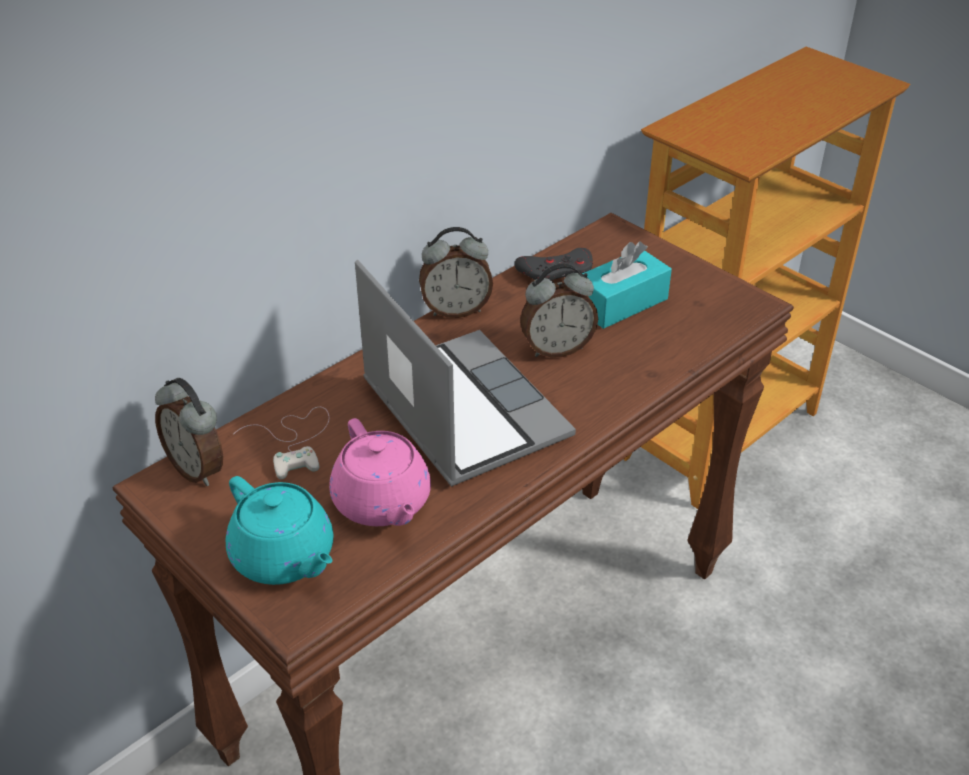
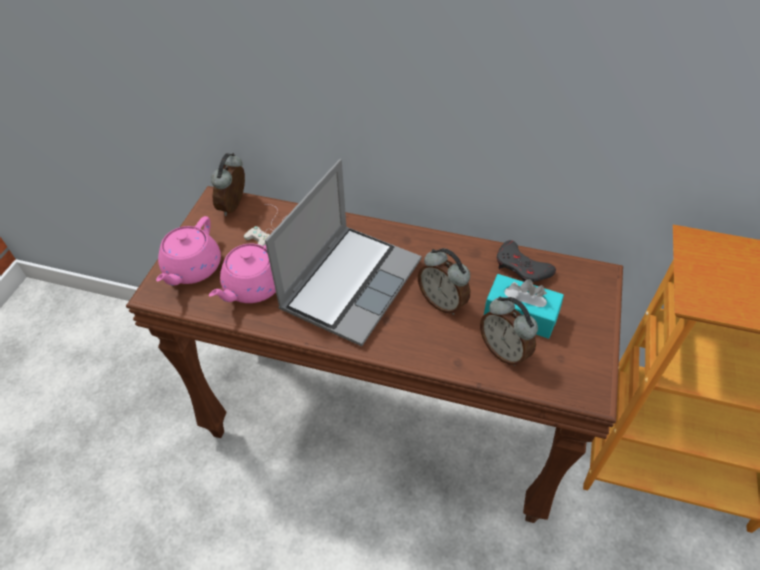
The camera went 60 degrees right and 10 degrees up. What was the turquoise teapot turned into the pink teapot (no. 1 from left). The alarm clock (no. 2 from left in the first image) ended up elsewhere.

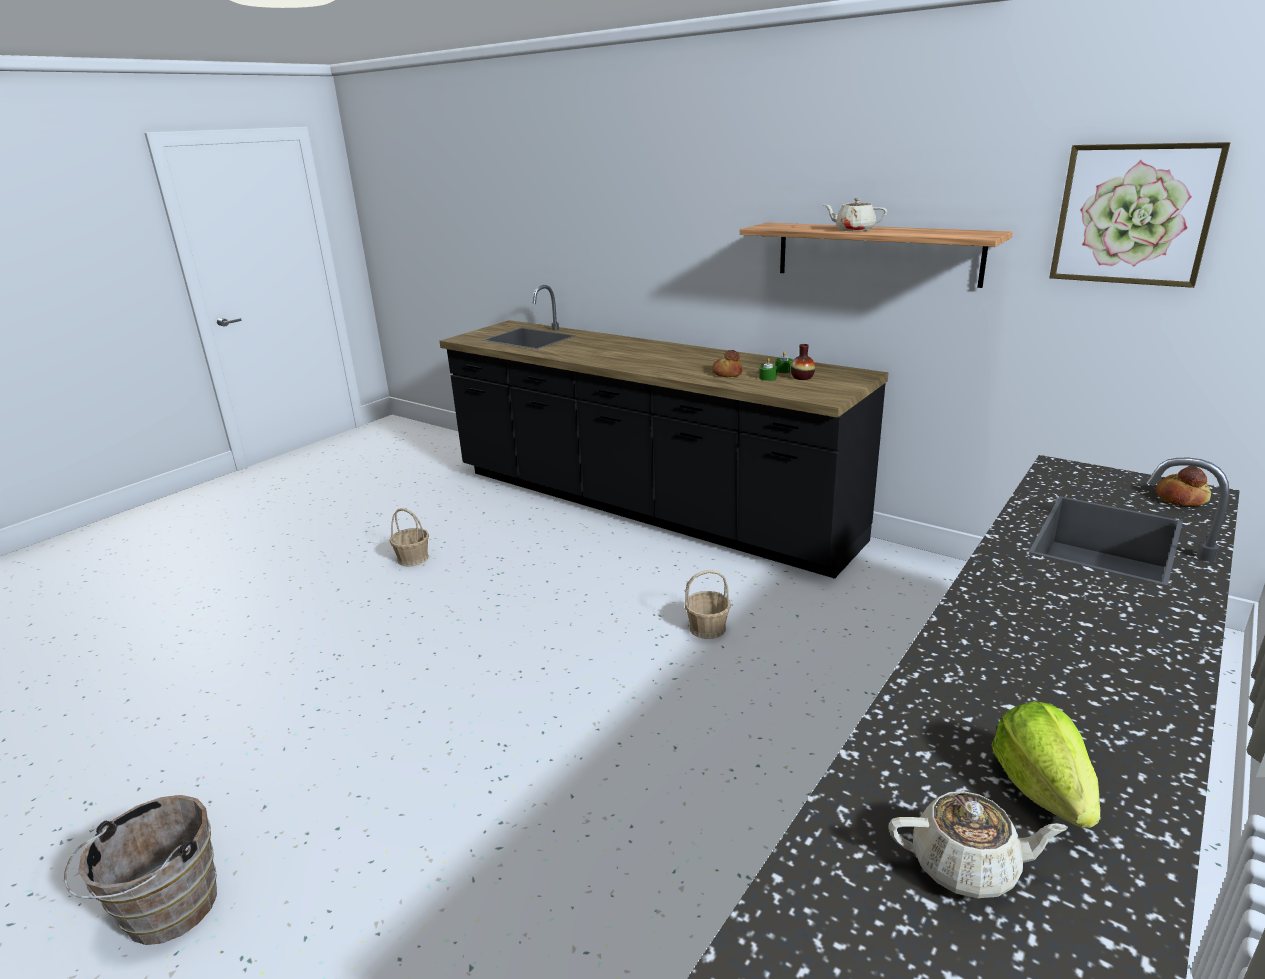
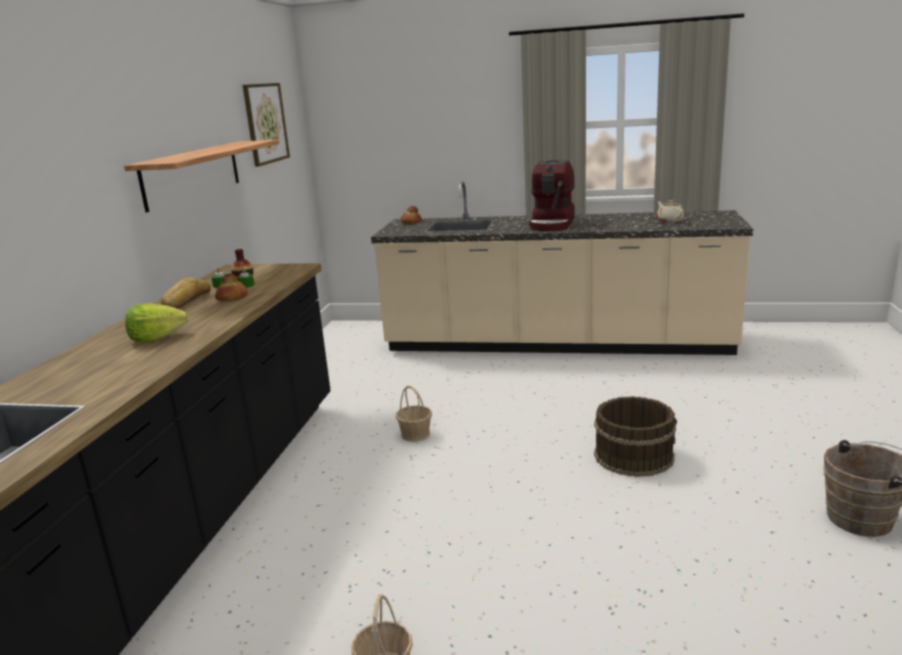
The camera went 115 degrees left and 5 degrees down. The lettuce ended up elsewhere. The second view gained the bread (no. 1 from left). The second view gained the coffee machine. The second view gained the brown bucket (no. 1 from left). The second view lost the beige teapot (no. 1 from left).

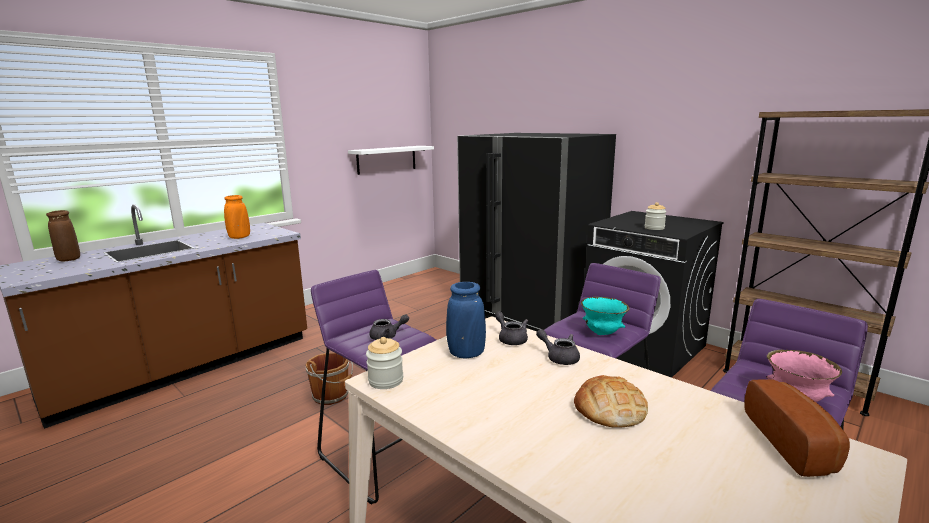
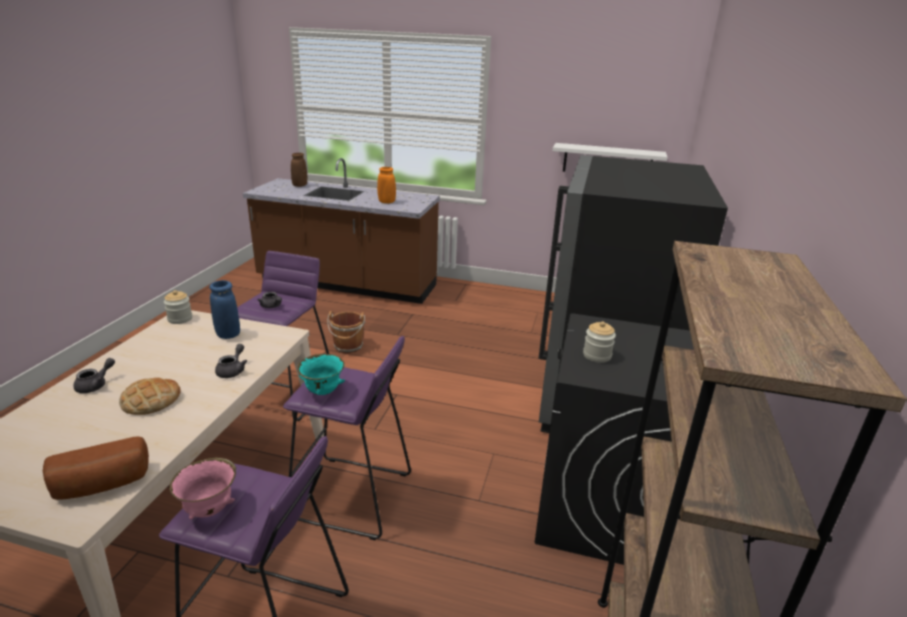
The camera went 60 degrees right and 10 degrees up. The grey teapot (no. 2 from left in the first image) ended up elsewhere.

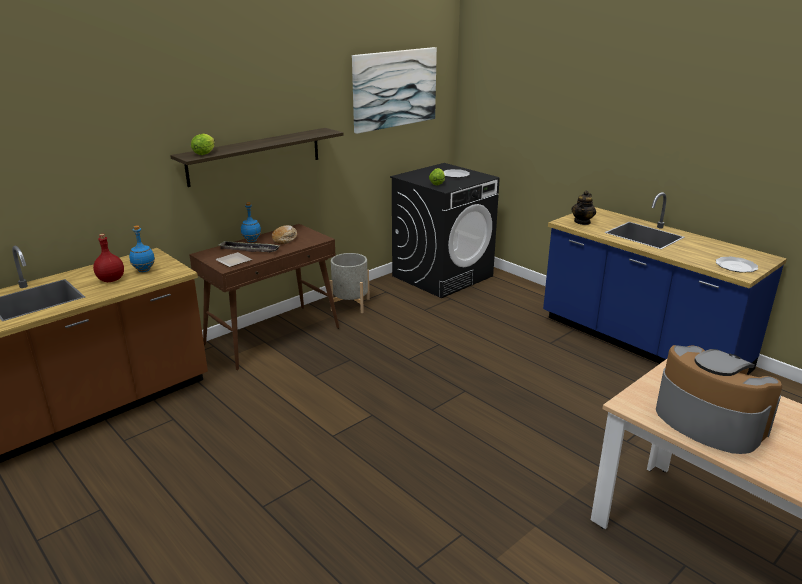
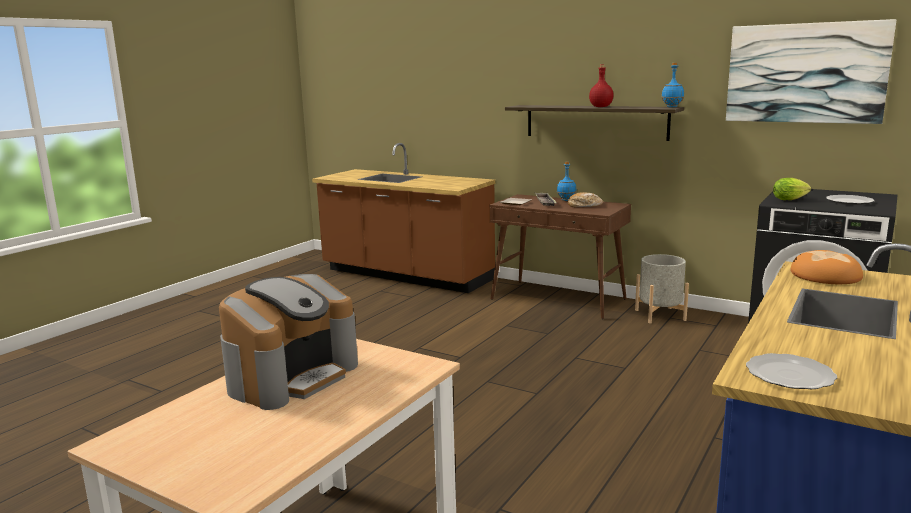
The camera went 75 degrees right and 10 degrees down. The red bottle ended up elsewhere. The blue bottle (no. 1 from left in the first image) ended up elsewhere. Where the teapot stood, the bread (no. 2 from left) came to stand. The second view lost the lettuce (no. 1 from left).

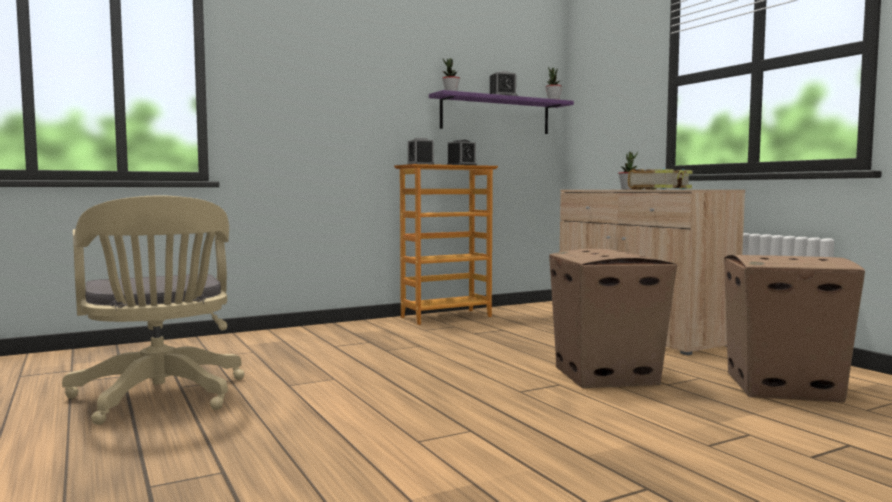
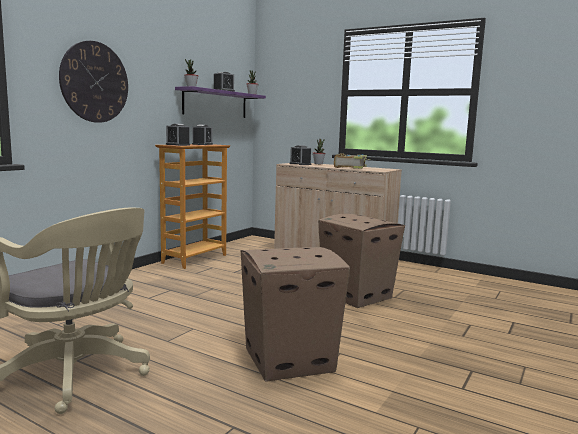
The camera went 30 degrees left and 5 degrees up. The second view gained the wall clock. The cardboard box (no. 2 from left in the first image) ended up elsewhere. The second view gained the alarm clock (no. 4 from left).

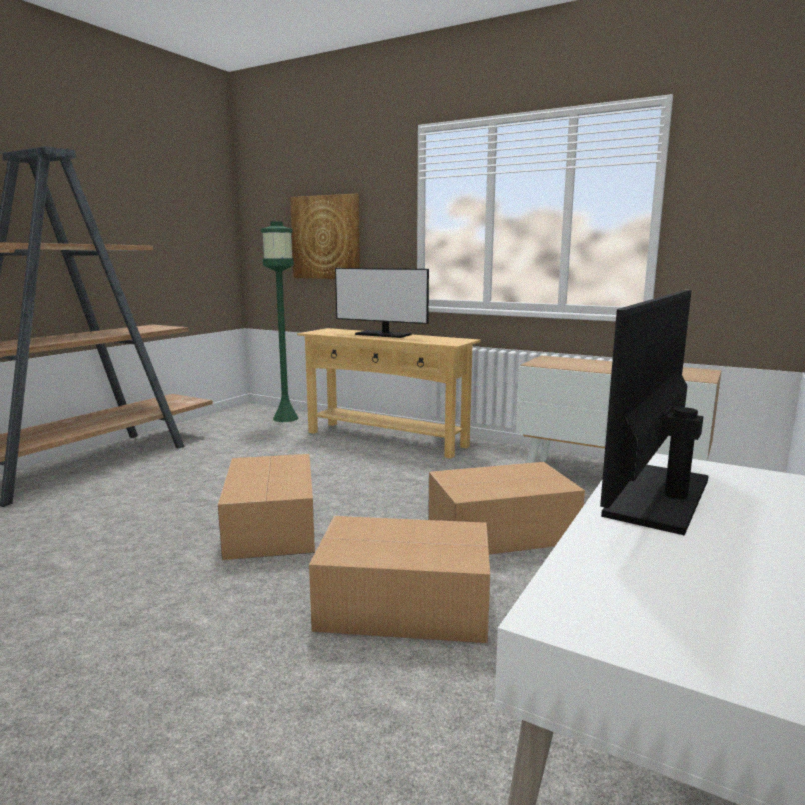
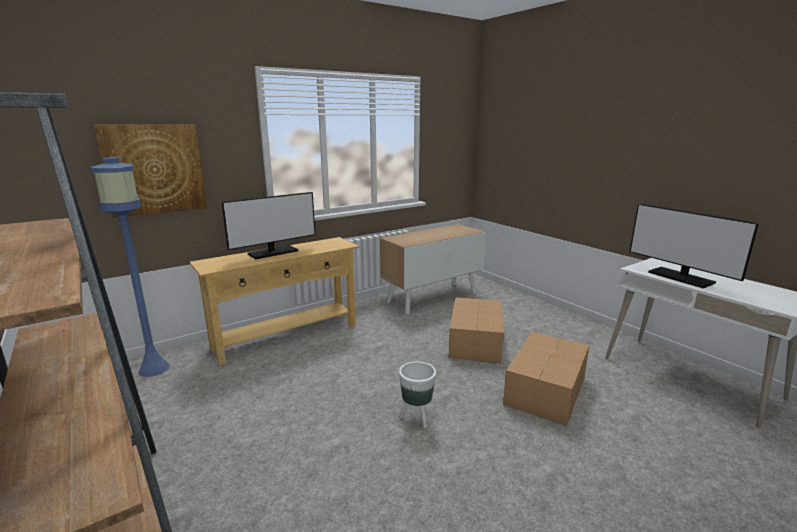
The camera went 65 degrees left and 5 degrees up. What was the green floor lamp turned into the blue floor lamp. Where the cardboard box (no. 1 from left) stood, the white planter came to stand.

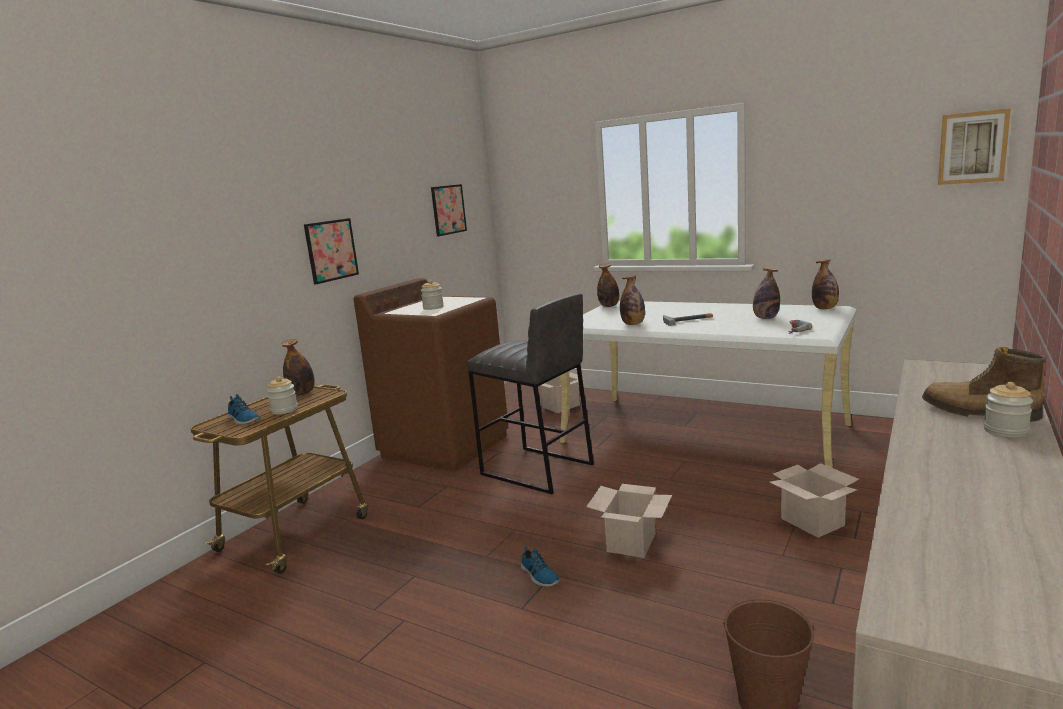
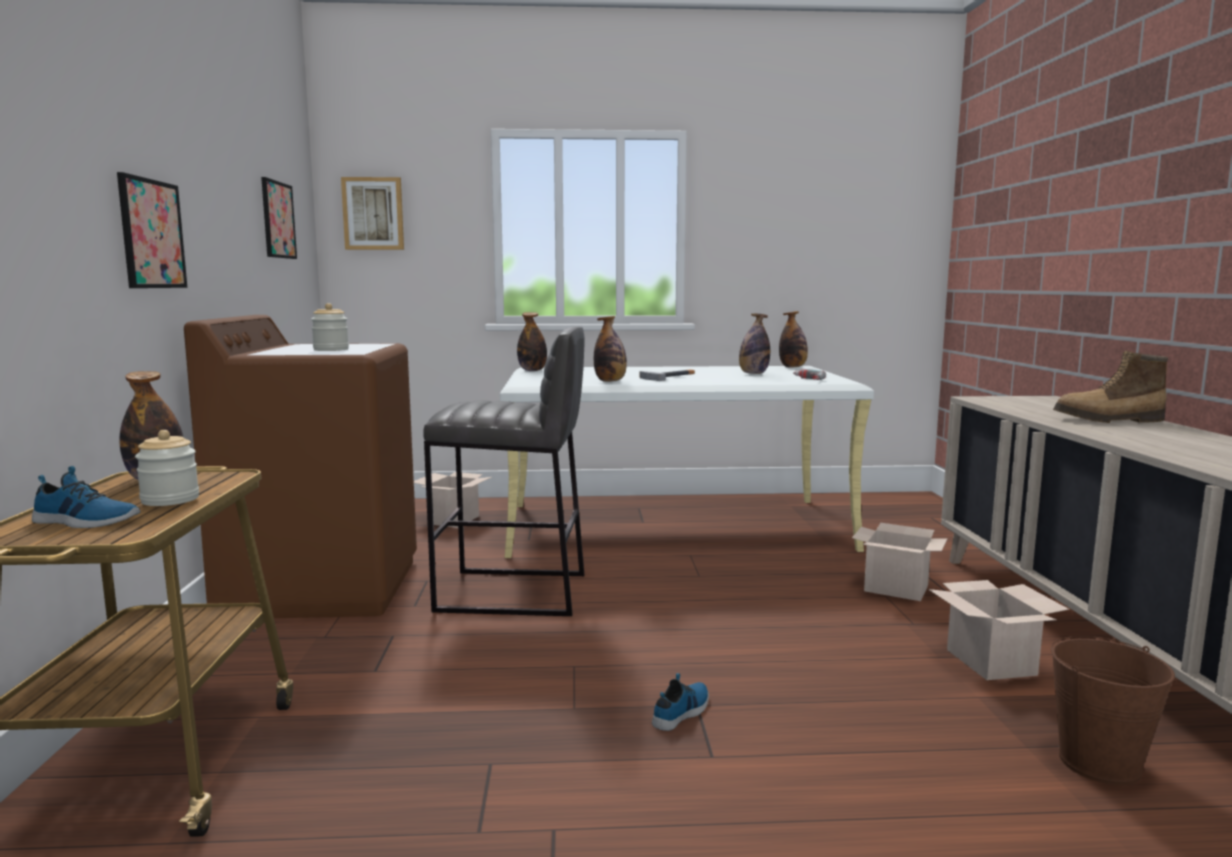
The camera went 35 degrees left and 5 degrees down. The picture (no. 3 from left) ended up elsewhere. The shoe (no. 2 from left) ended up facing another way, 75 degrees counterclockwise from before. The cardboard box (no. 2 from left in the first image) ended up elsewhere. The second view lost the jar (no. 3 from left).

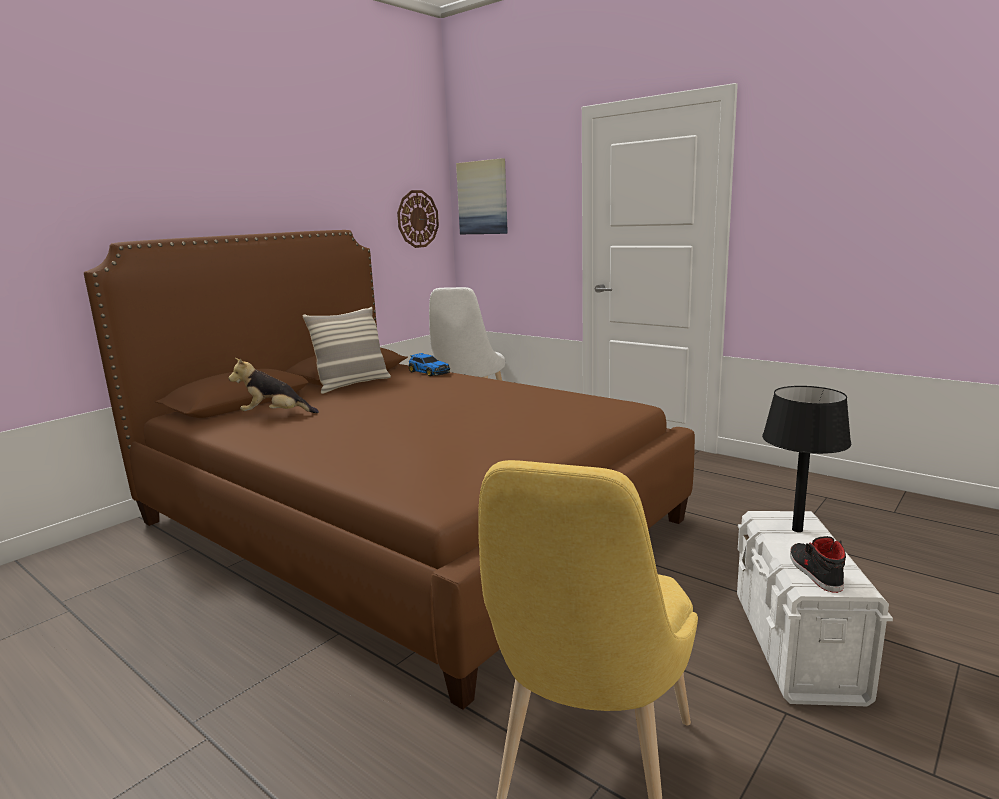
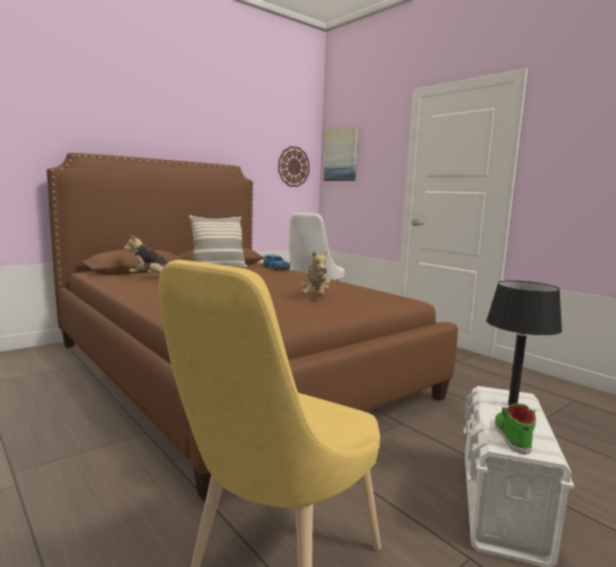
The camera went 10 degrees right and 5 degrees down. The second view gained the plush toy (no. 2 from left). What was the black shoe turned into the green shoe.

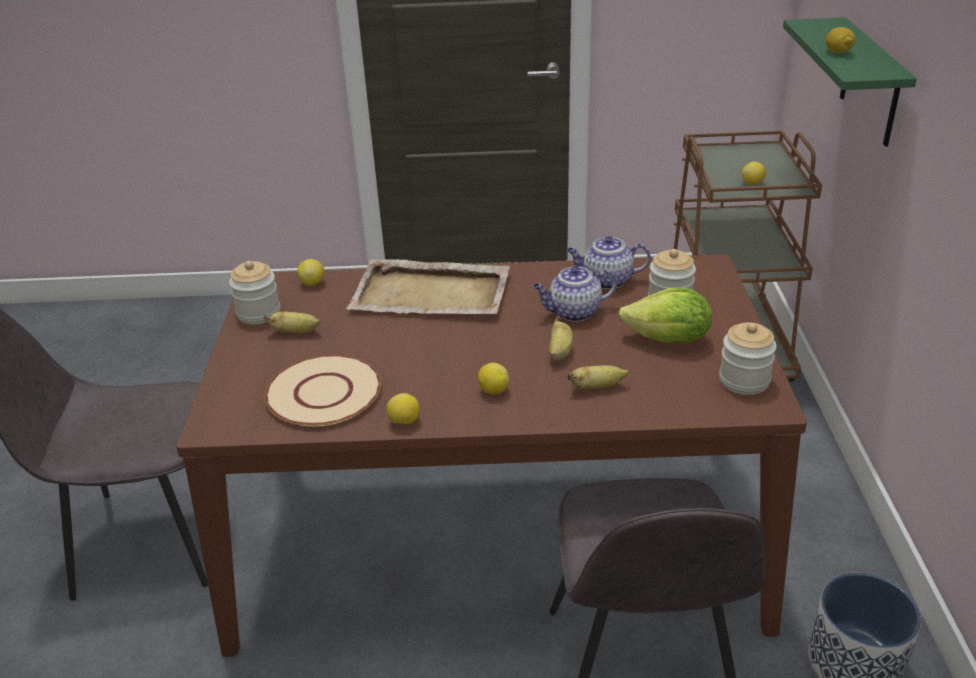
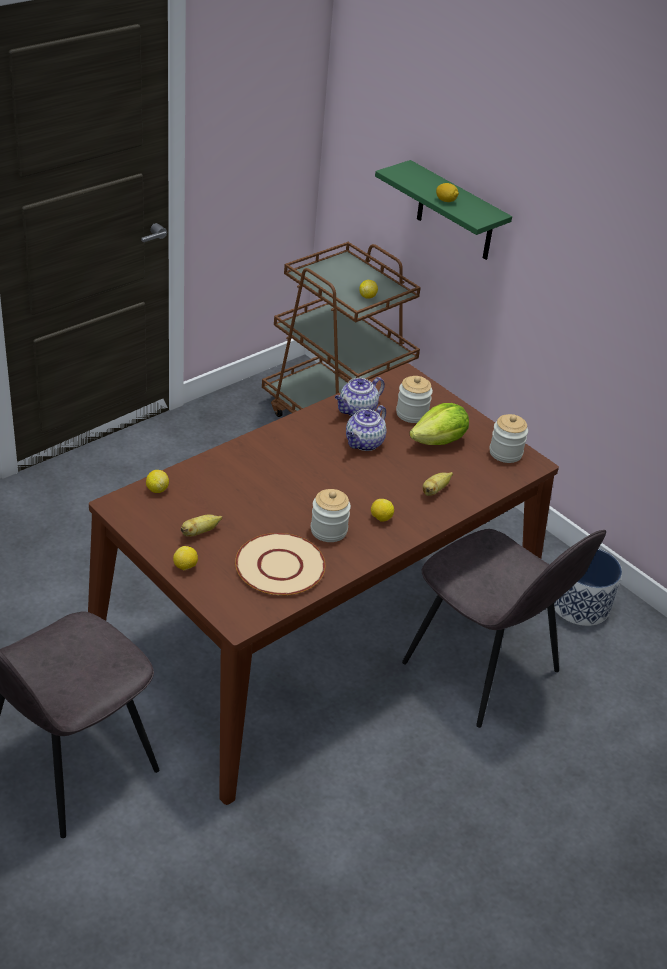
The camera went 45 degrees left and 5 degrees up. The lemon (no. 2 from left) ended up elsewhere. The jar (no. 1 from left) ended up elsewhere. The second view lost the beige tray. The second view lost the banana (no. 2 from left).

